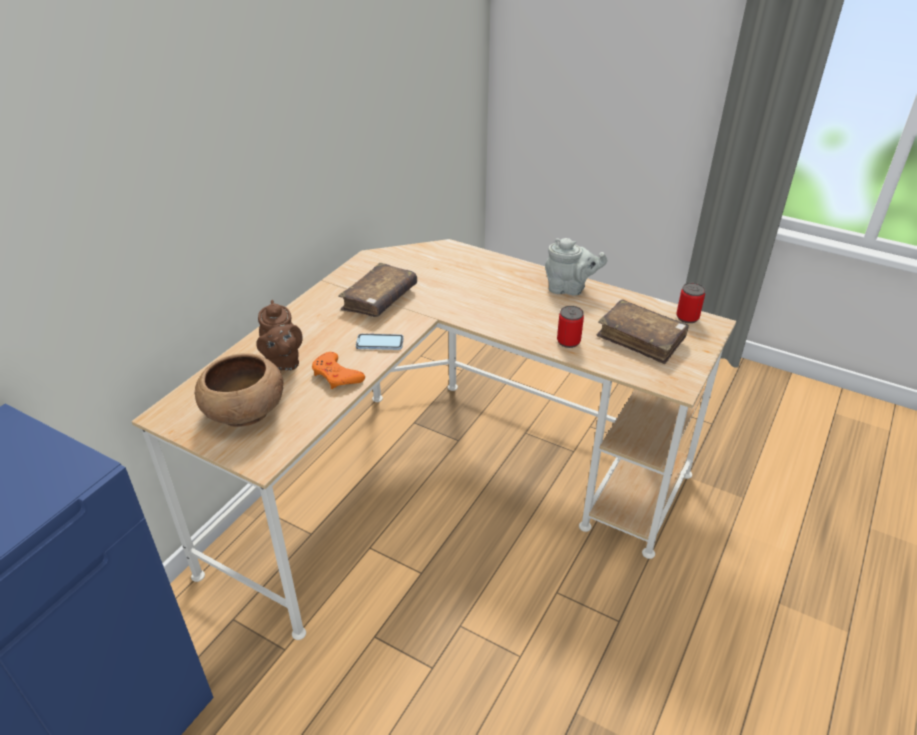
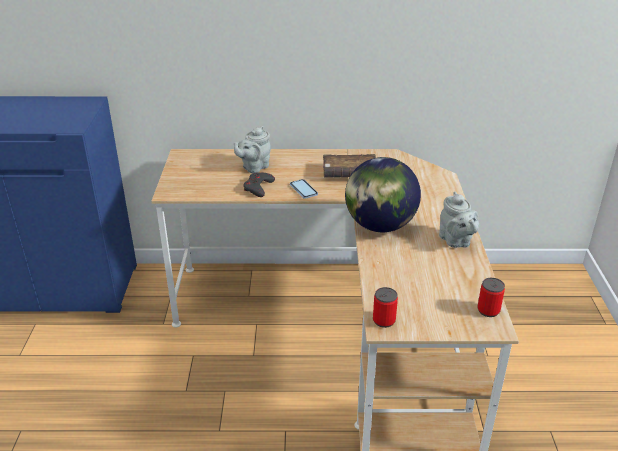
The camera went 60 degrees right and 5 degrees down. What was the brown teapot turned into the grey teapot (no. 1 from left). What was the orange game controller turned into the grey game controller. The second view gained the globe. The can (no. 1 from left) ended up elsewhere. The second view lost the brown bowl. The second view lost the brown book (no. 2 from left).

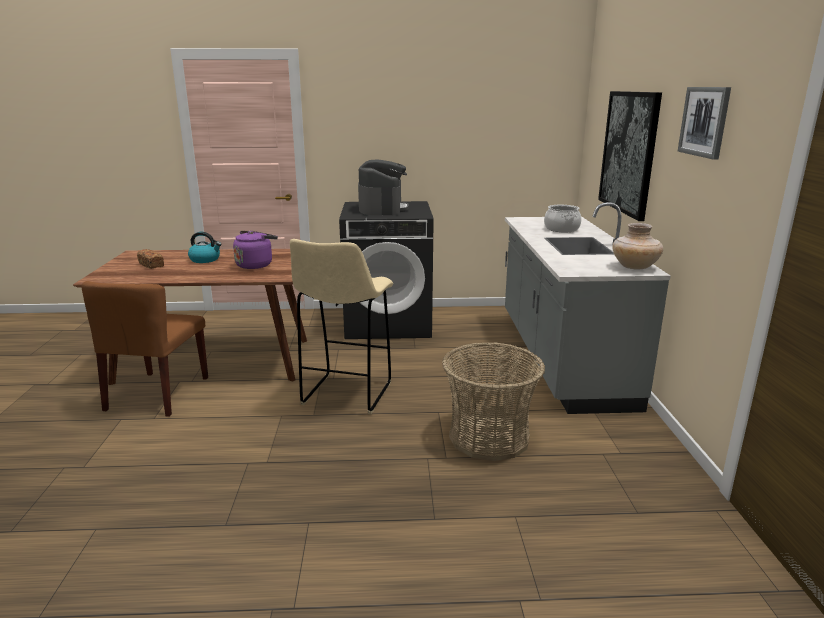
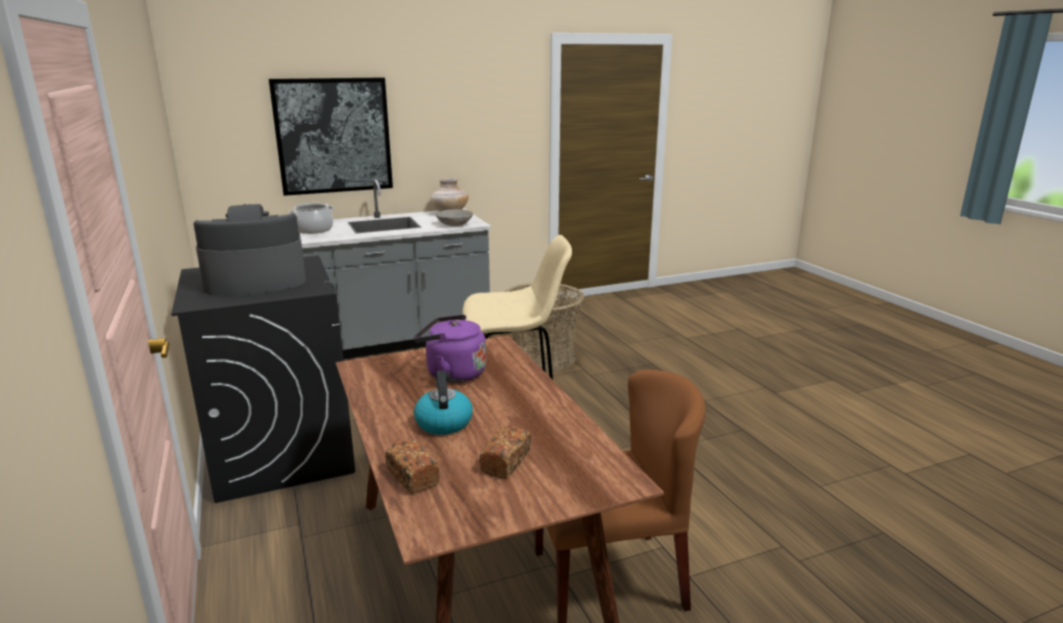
The camera went 110 degrees left and 0 degrees up. The second view gained the bread (no. 1 from left). The second view gained the grey bowl. The second view lost the picture (no. 2 from left).

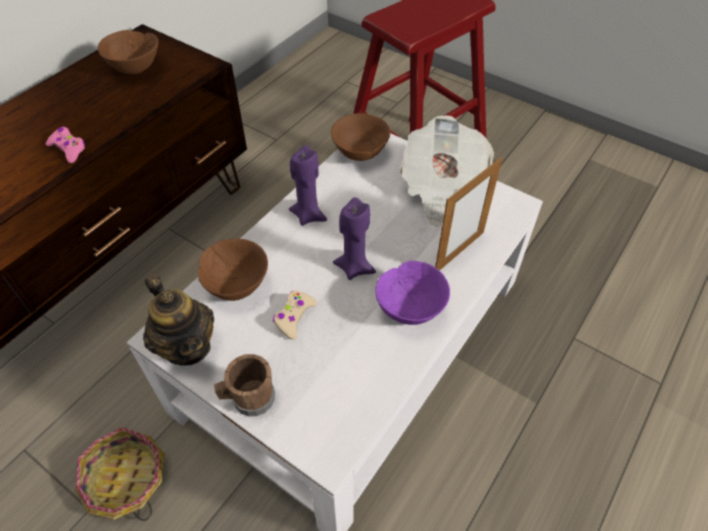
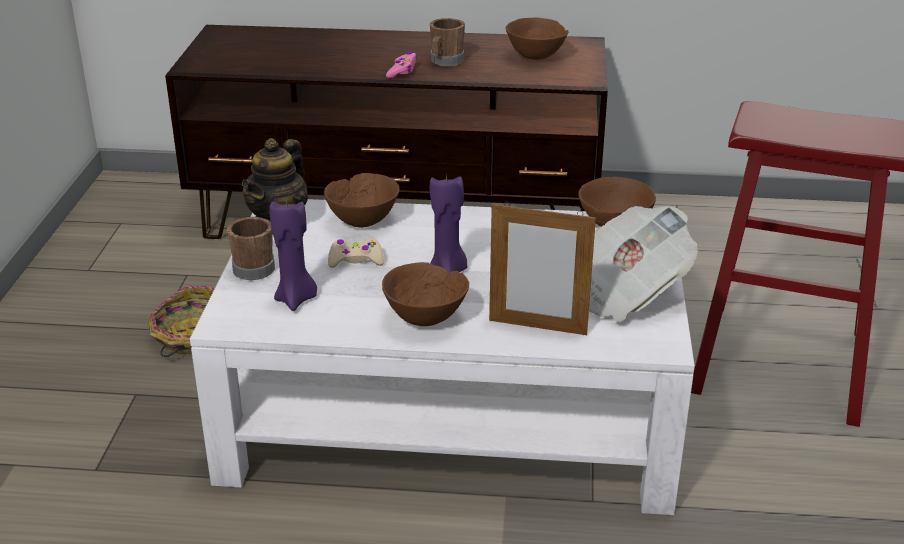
The camera went 60 degrees right and 20 degrees down. The purple candle (no. 1 from left) ended up elsewhere. What was the purple bowl turned into the brown bowl (no. 2 from left). The second view gained the brown mug (no. 2 from left).

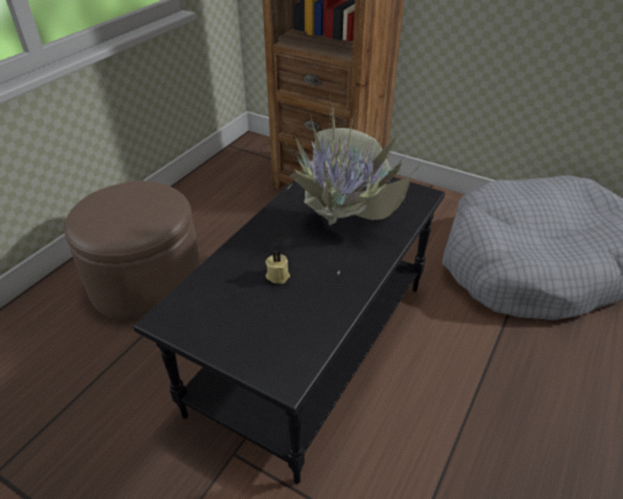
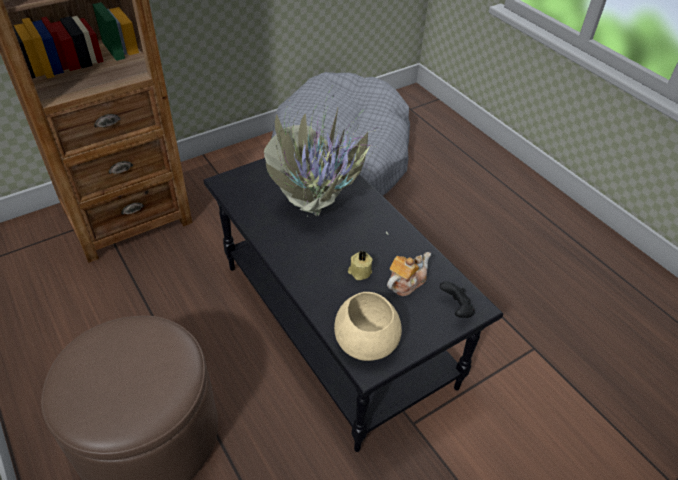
The camera went 65 degrees left and 5 degrees up. The second view gained the beige bowl. The second view gained the teapot. The second view gained the black game controller.

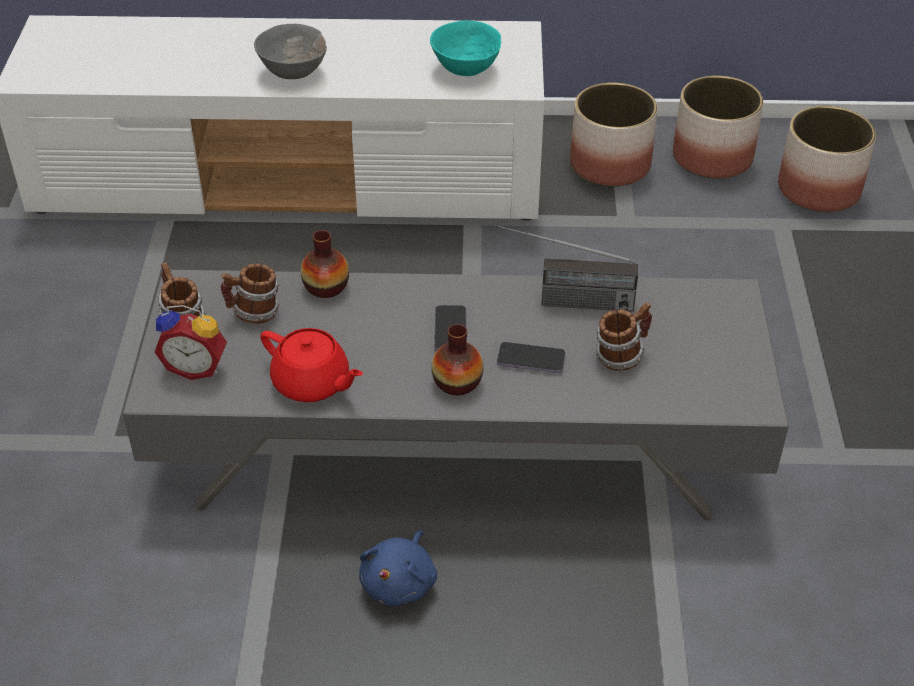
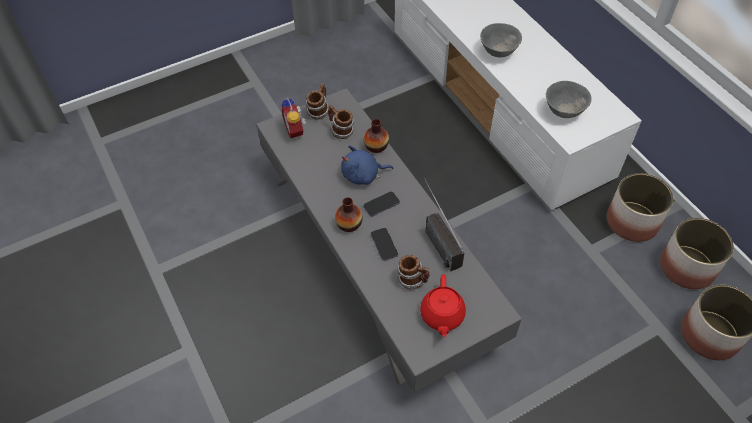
The camera went 60 degrees right and 10 degrees up. The blue plush toy ended up elsewhere. The red teapot ended up elsewhere. What was the turquoise bowl turned into the grey bowl (no. 2 from left).

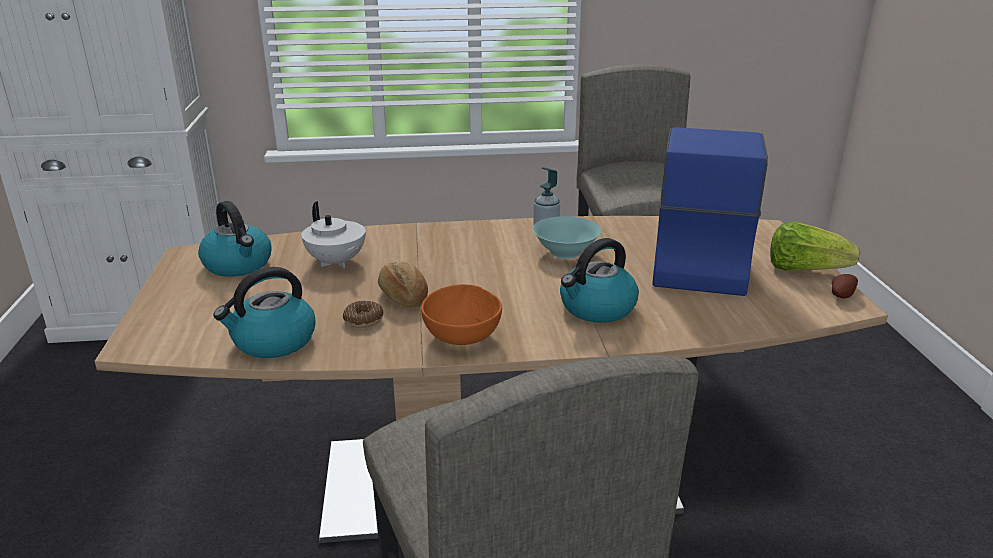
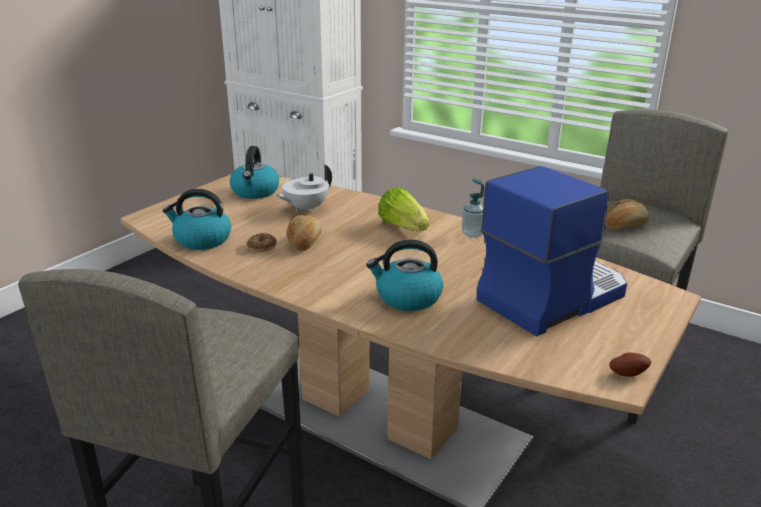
The camera went 40 degrees right and 0 degrees up. The white teapot ended up facing another way, 45 degrees clockwise from before. The lettuce ended up elsewhere. The second view gained the bread (no. 2 from left). The second view lost the orange bowl. The second view lost the turquoise bowl.

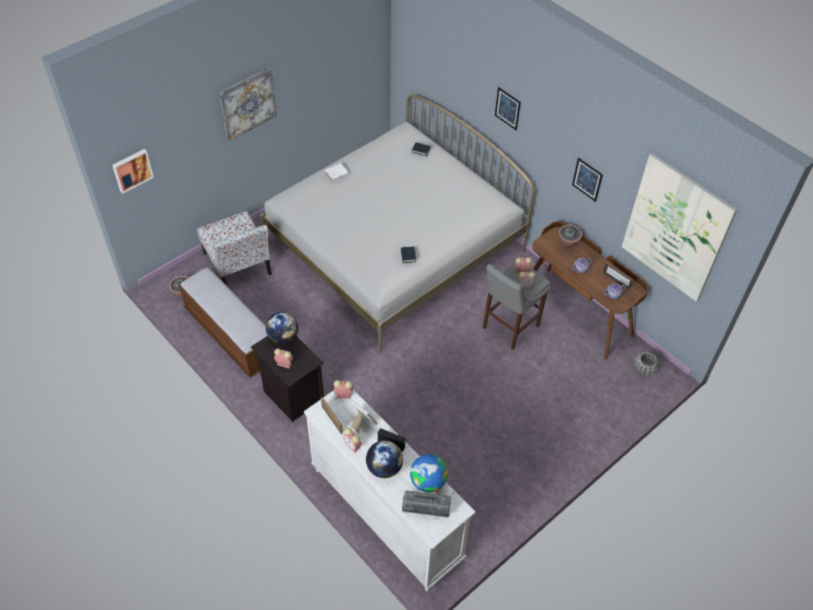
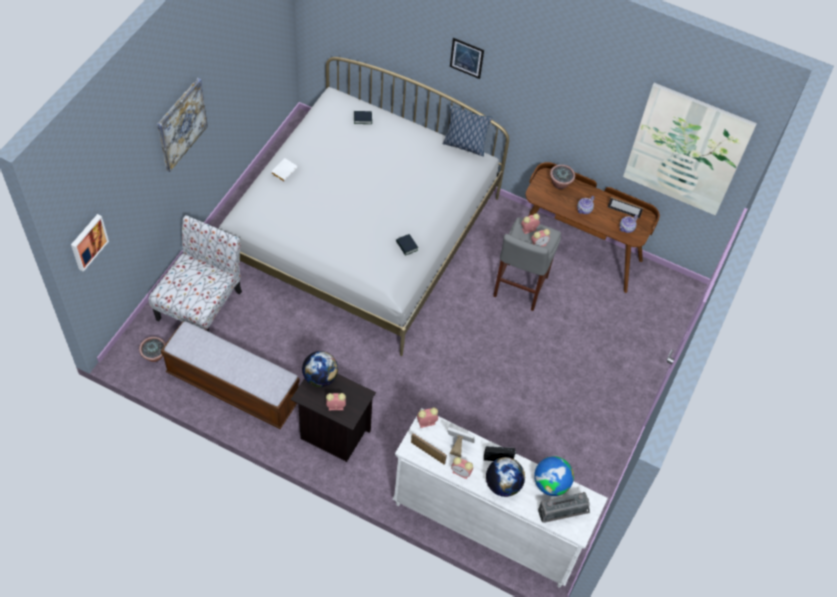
The camera went 25 degrees left and 5 degrees up. The chair ended up facing another way, 105 degrees counterclockwise from before. The second view gained the pillow. The second view lost the picture (no. 4 from left). The second view lost the grey planter.

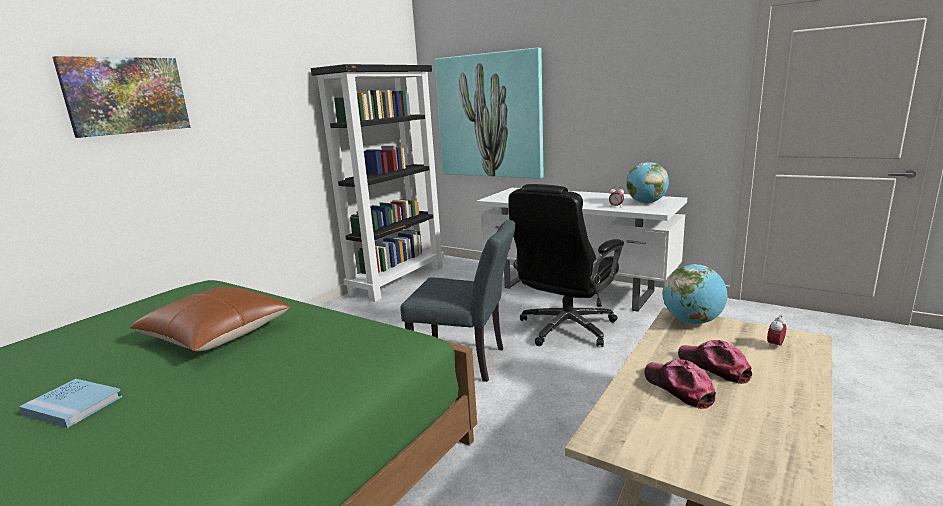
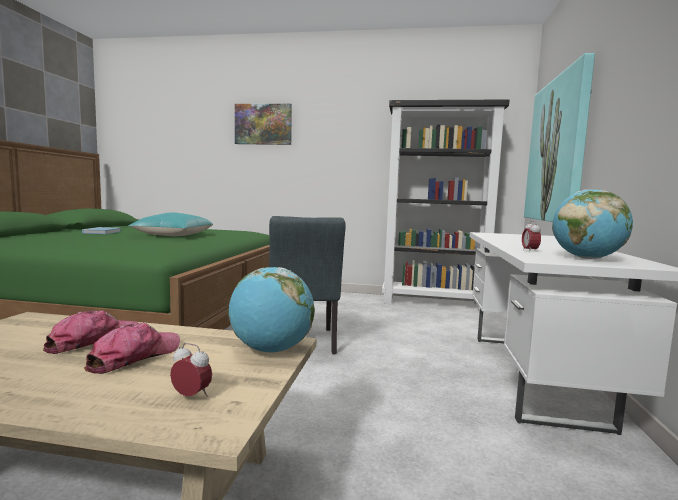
The camera went 65 degrees right and 10 degrees down. What was the brown pillow turned into the turquoise pillow. The second view lost the black office chair.

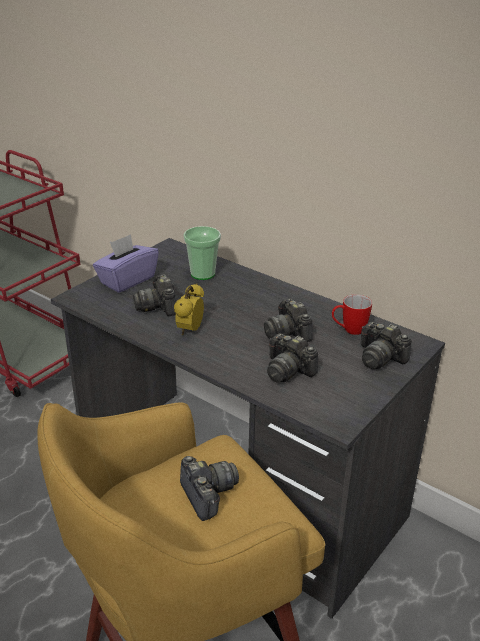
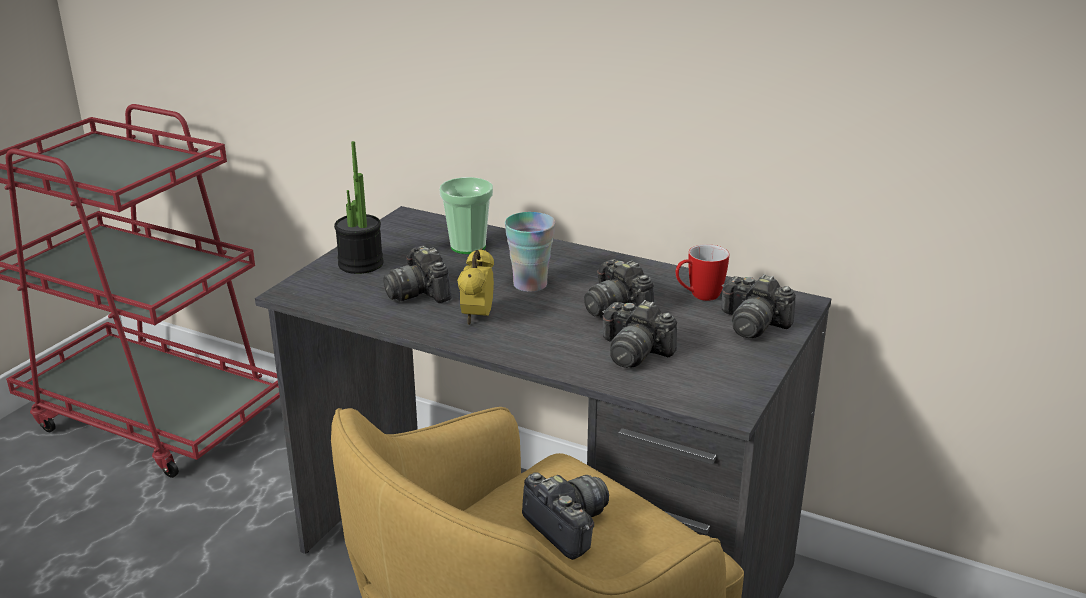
The camera went 10 degrees left and 5 degrees down. Where the purple tissue box stood, the potted plant came to stand. The second view gained the cup (no. 2 from left).

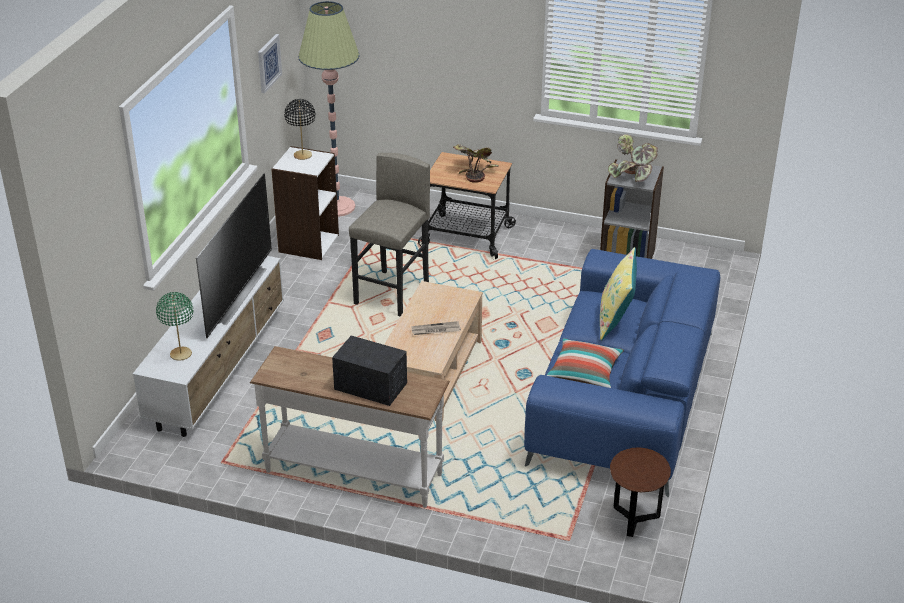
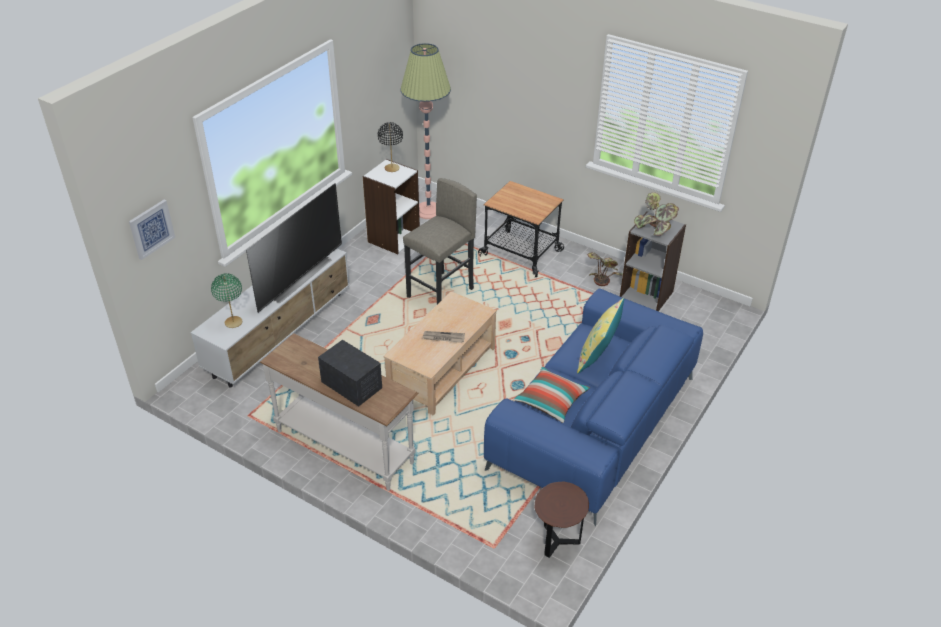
The camera went 15 degrees right and 5 degrees up. The picture ended up elsewhere. The potted plant (no. 1 from left) ended up elsewhere.

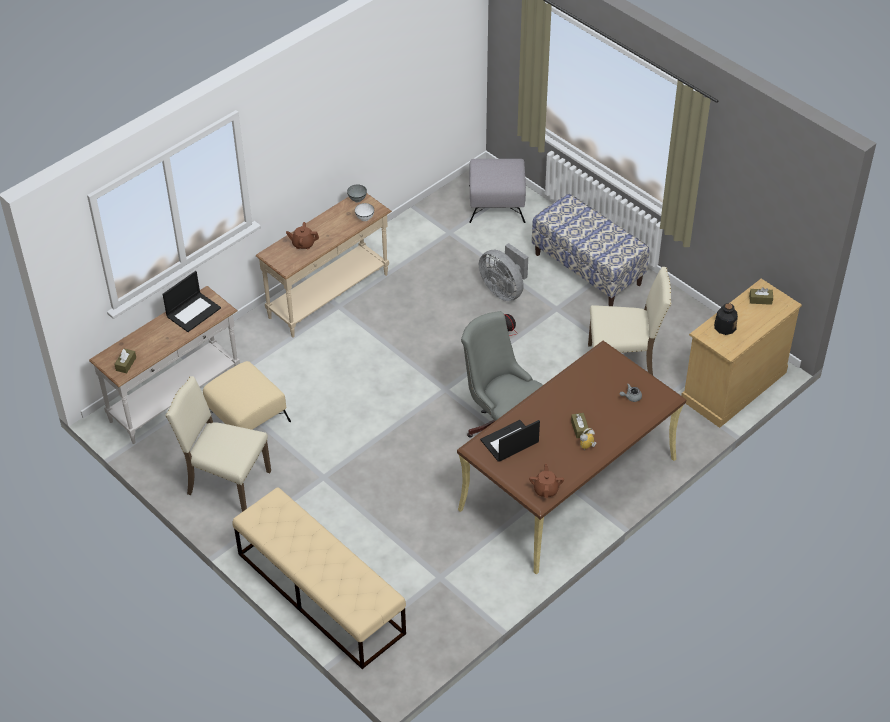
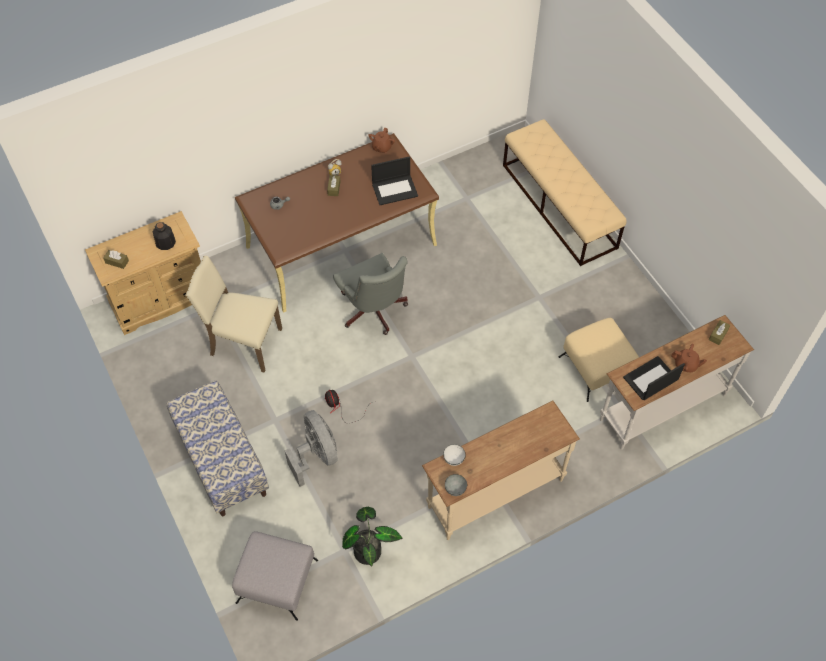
The camera went 165 degrees left and 10 degrees up. The second view gained the potted plant. The brown teapot (no. 1 from left in the first image) ended up elsewhere. The second view lost the beige chair (no. 1 from left).

